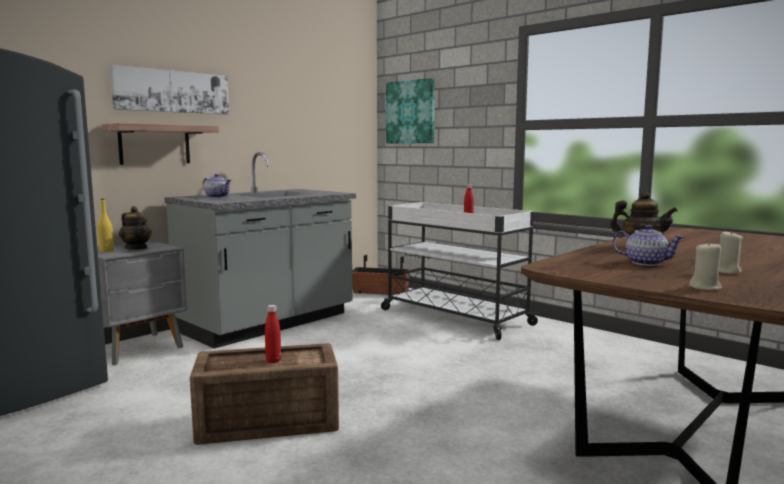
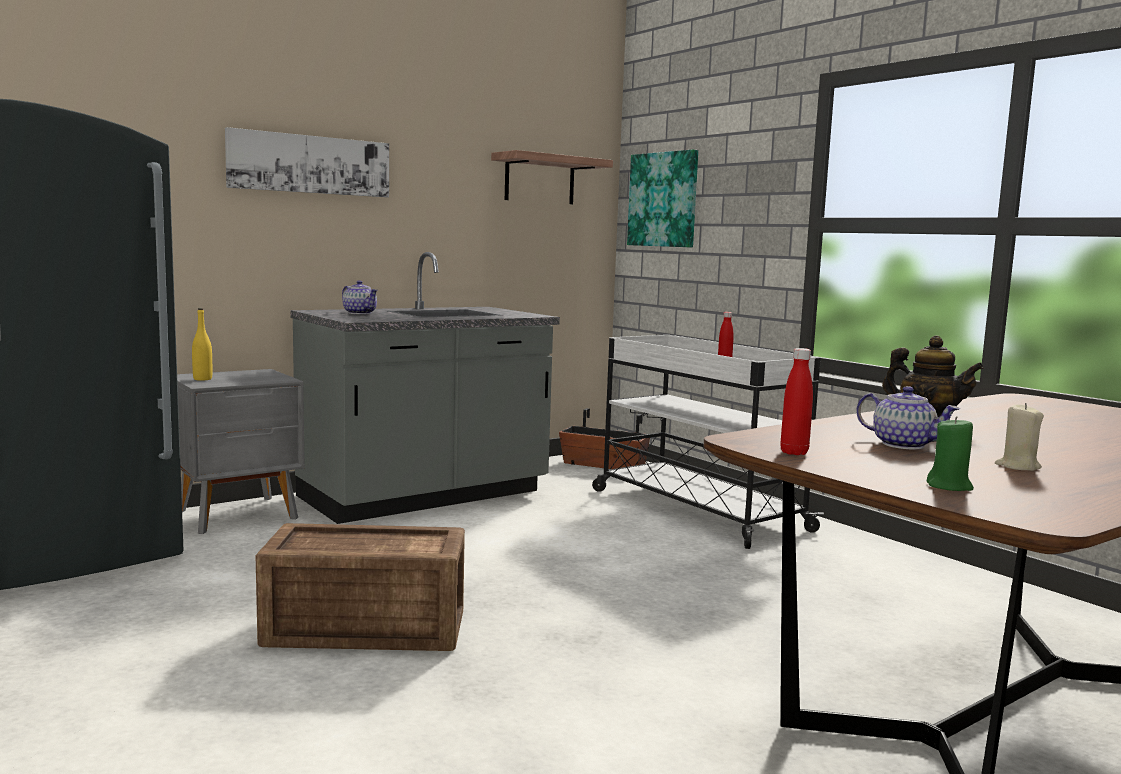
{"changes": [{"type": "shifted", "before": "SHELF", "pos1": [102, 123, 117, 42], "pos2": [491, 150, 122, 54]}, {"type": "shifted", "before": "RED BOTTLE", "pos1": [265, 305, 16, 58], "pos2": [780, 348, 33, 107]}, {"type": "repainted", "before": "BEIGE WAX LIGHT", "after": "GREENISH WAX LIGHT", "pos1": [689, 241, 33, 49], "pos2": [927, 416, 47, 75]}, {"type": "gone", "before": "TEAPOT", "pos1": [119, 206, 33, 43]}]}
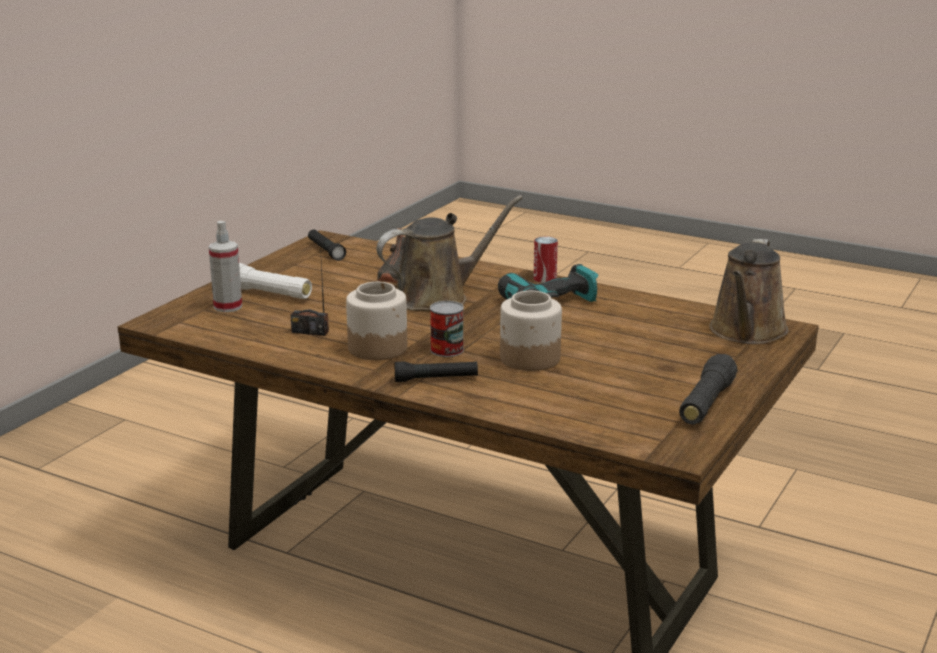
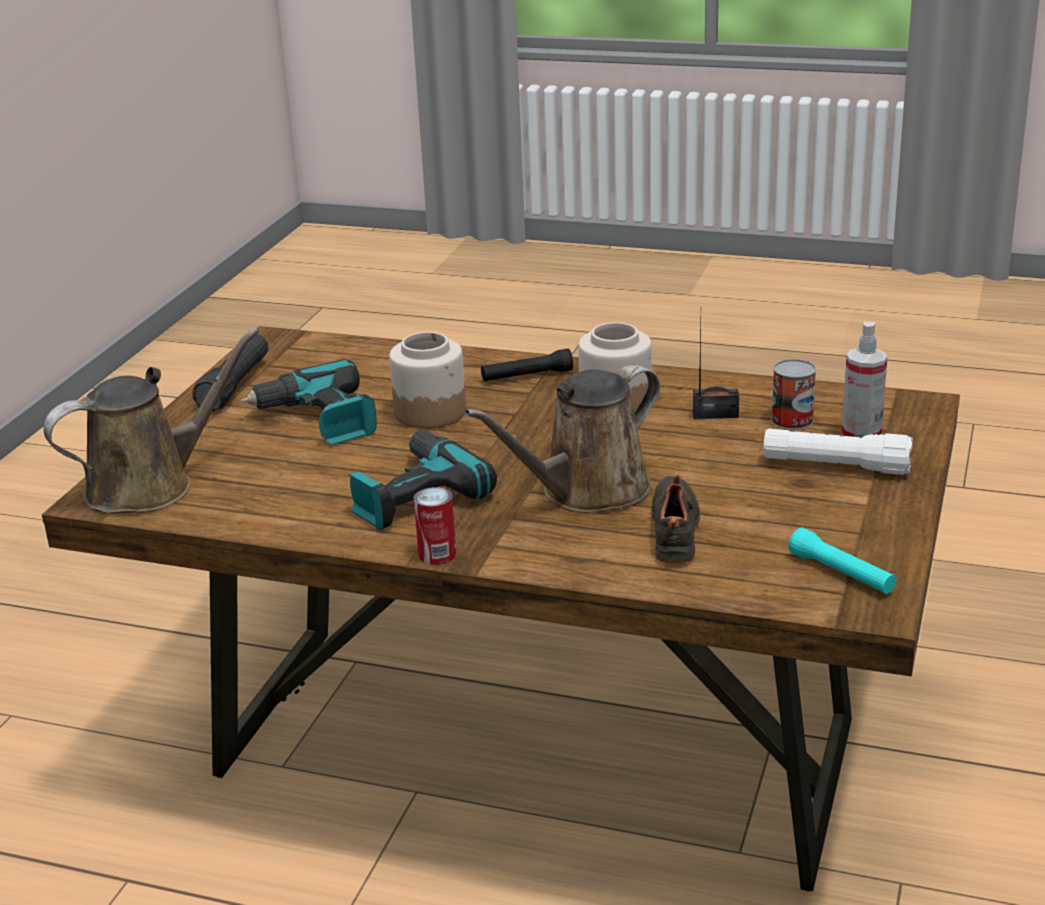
{"changes": [{"type": "rotated", "before": "BROWNISH WATERING CAN", "pos1": [709, 239, 80, 105], "pos2": [44, 328, 215, 186], "turn": 45}, {"type": "new", "after": "ELECTRIC DRILL", "pos2": [241, 359, 136, 86]}, {"type": "shifted", "before": "SEALED CAN", "pos1": [430, 301, 34, 56], "pos2": [771, 359, 45, 71]}, {"type": "repainted", "before": "BLACK FLASHLIGHT", "after": "TURQUOISE FLASHLIGHT", "pos1": [308, 229, 38, 32], "pos2": [789, 527, 107, 67]}]}
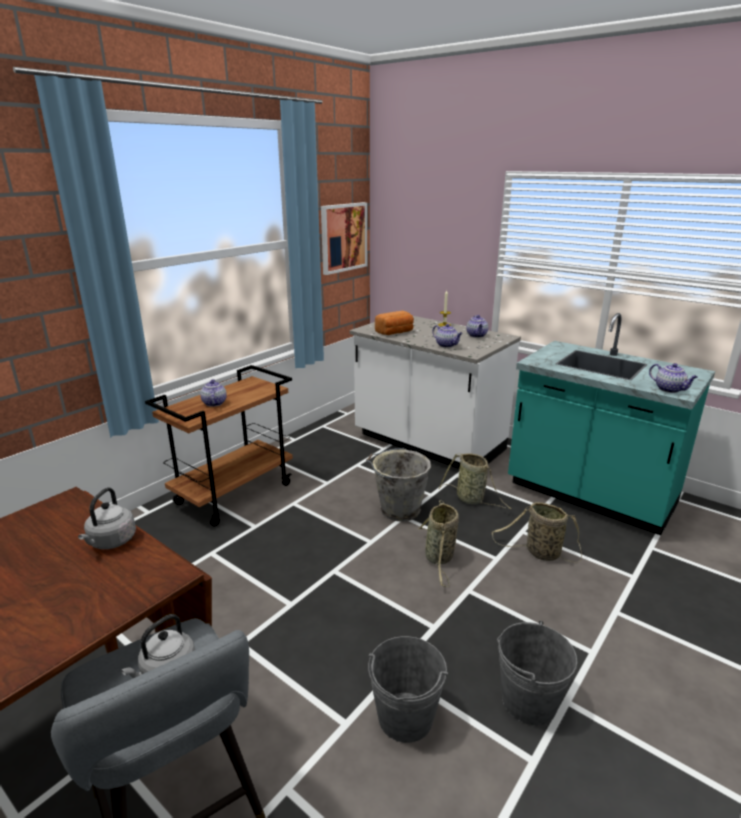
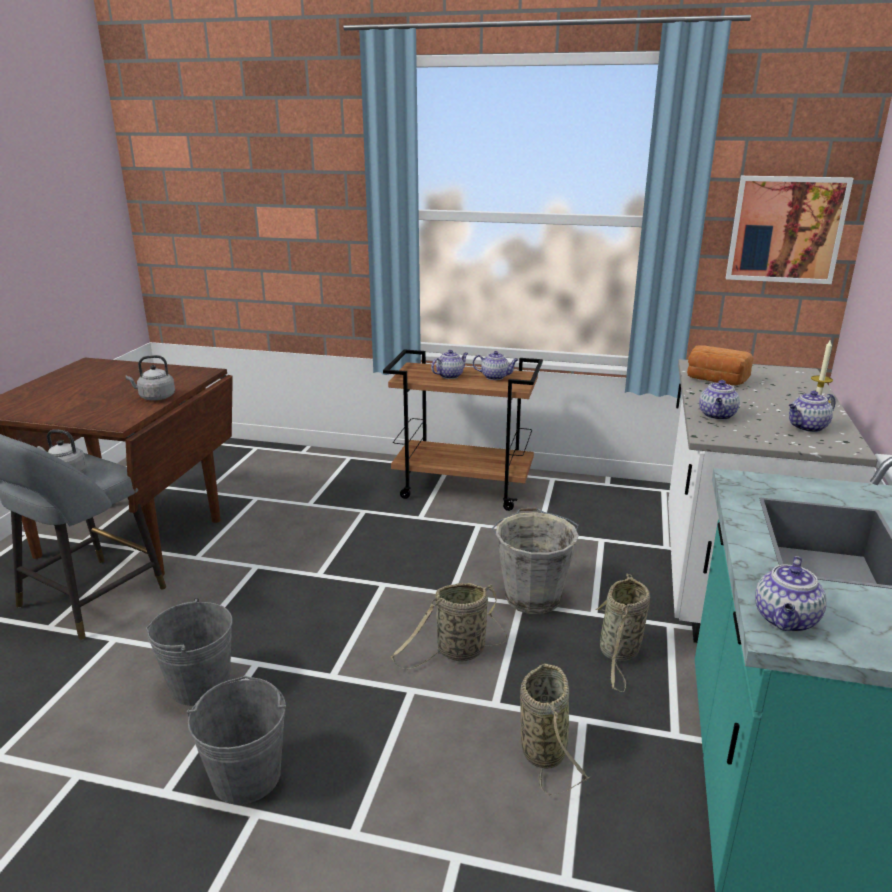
{"changes": [{"type": "new", "after": "TEAPOT", "pos2": [473, 351, 46, 29]}]}
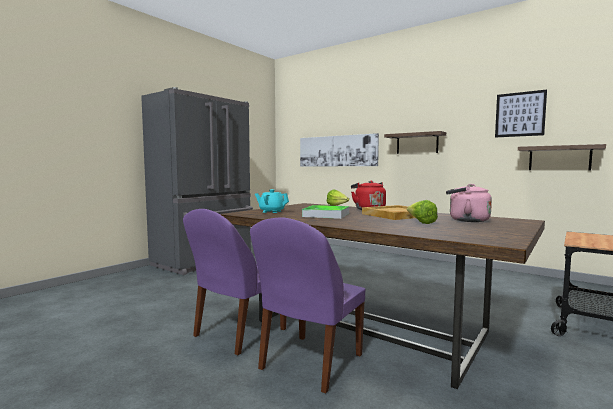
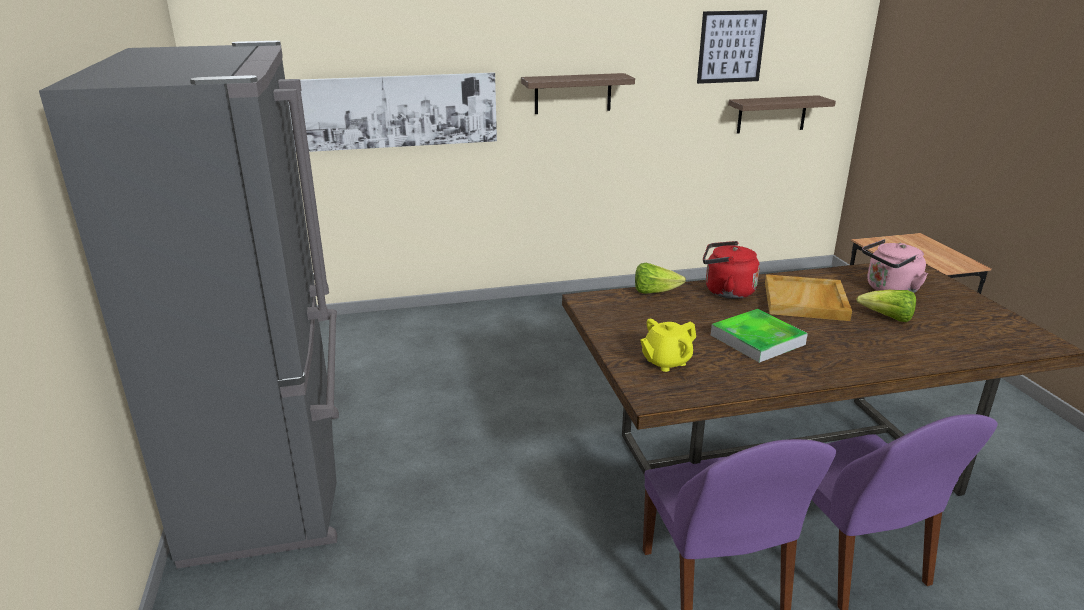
{"changes": [{"type": "repainted", "before": "TURQUOISE TEAPOT", "after": "YELLOW TEAPOT", "pos1": [255, 189, 34, 24], "pos2": [640, 319, 56, 53]}]}
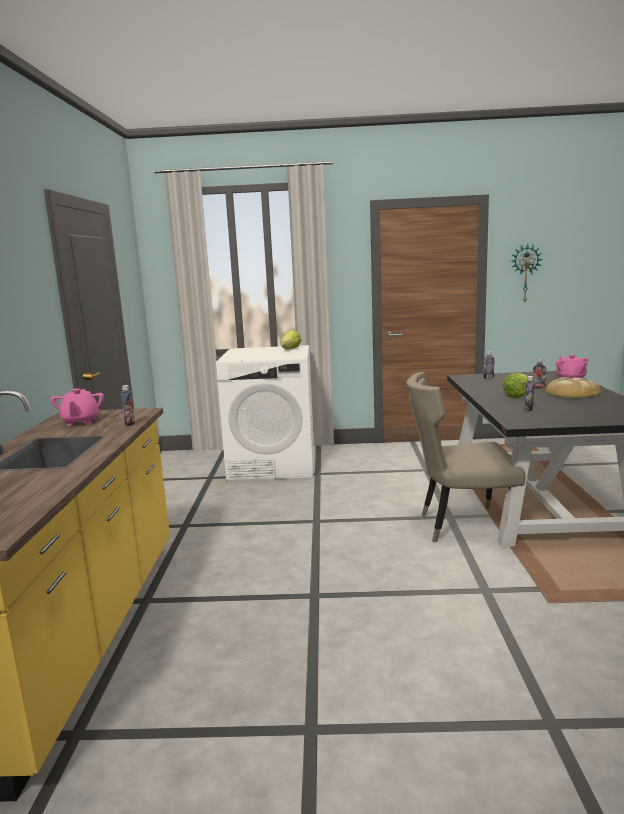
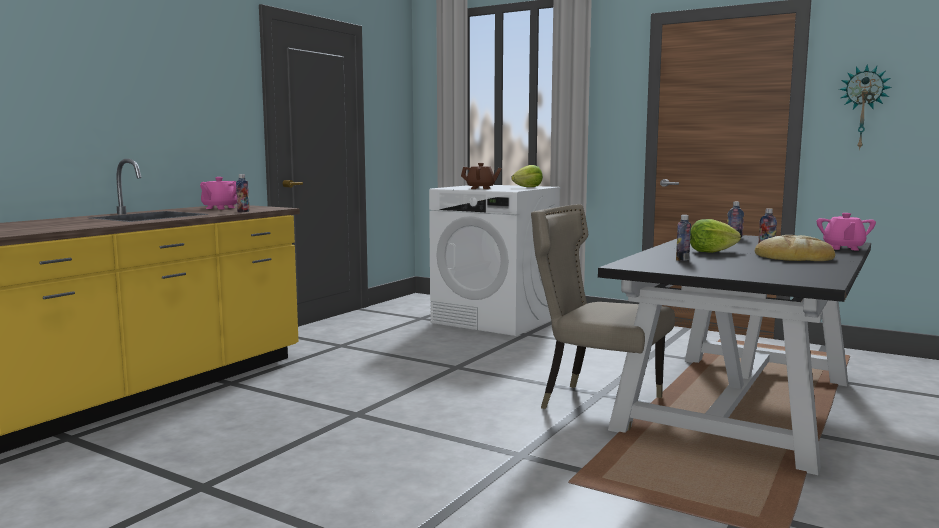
{"changes": [{"type": "new", "after": "BROWNISH TEAPOT", "pos2": [461, 163, 41, 26]}]}
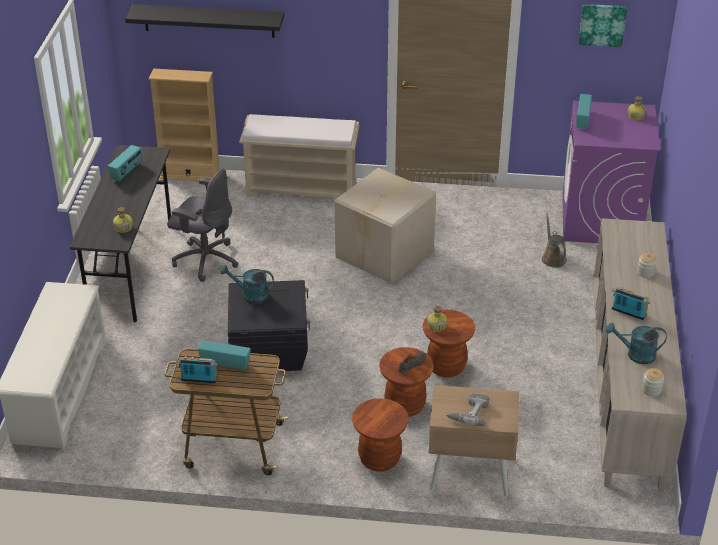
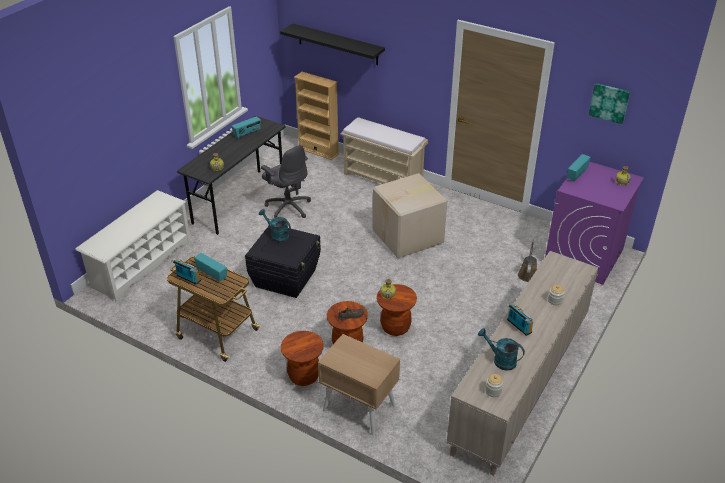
{"changes": [{"type": "gone", "before": "ELECTRIC DRILL", "pos1": [447, 393, 42, 33]}]}
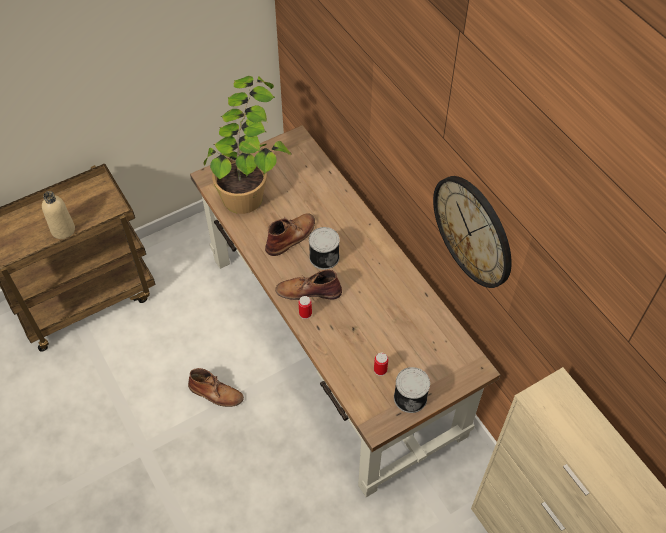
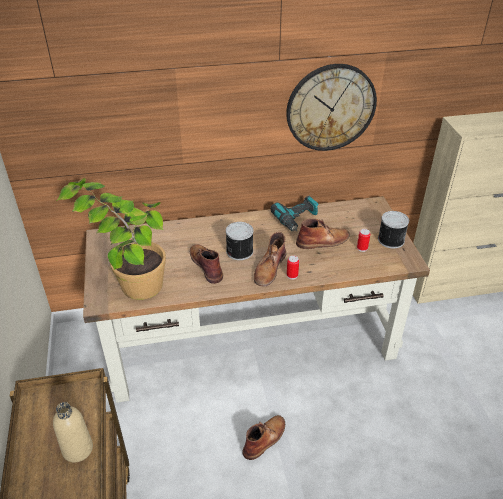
{"changes": [{"type": "new", "after": "ELECTRIC DRILL", "pos2": [271, 196, 47, 35]}, {"type": "new", "after": "BROWNISH BOOT", "pos2": [296, 219, 54, 30]}]}
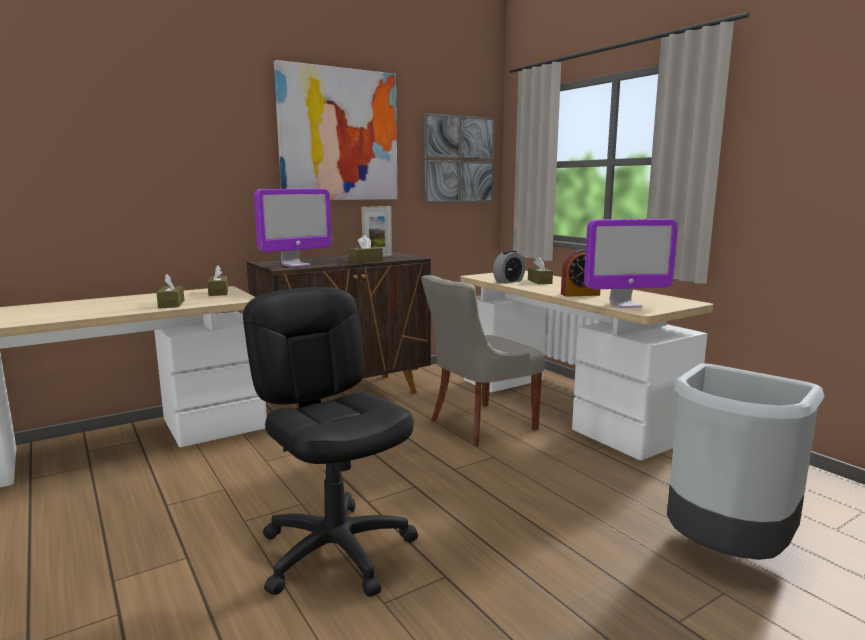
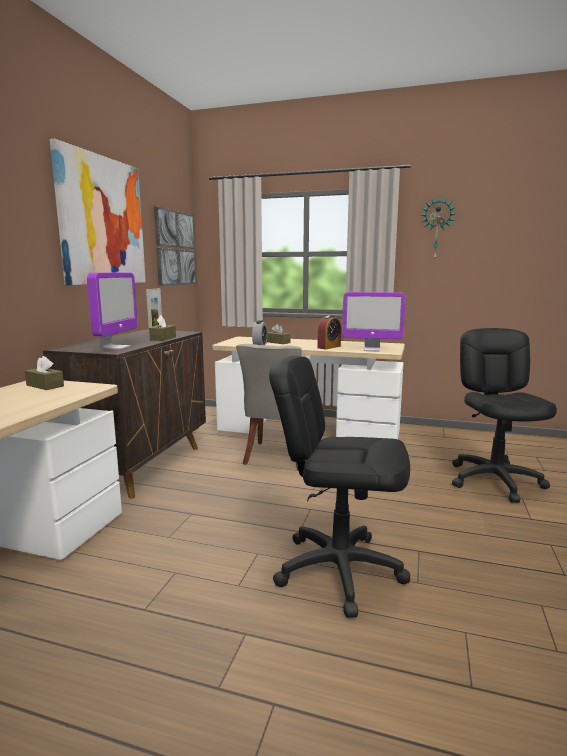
{"changes": [{"type": "rotated", "before": "MONITOR", "pos1": [584, 219, 94, 89], "pos2": [342, 292, 64, 60], "turn": 60}, {"type": "new", "after": "WALL CLOCK", "pos2": [421, 196, 34, 63]}, {"type": "swapped", "before": "GRAY RUBBISH BIN", "after": "BLACK COMPUTER CHAIR", "pos1": [667, 363, 157, 197], "pos2": [452, 328, 105, 175]}, {"type": "gone", "before": "BROWNISH BOX OF TISSUES", "pos1": [156, 274, 28, 34]}]}
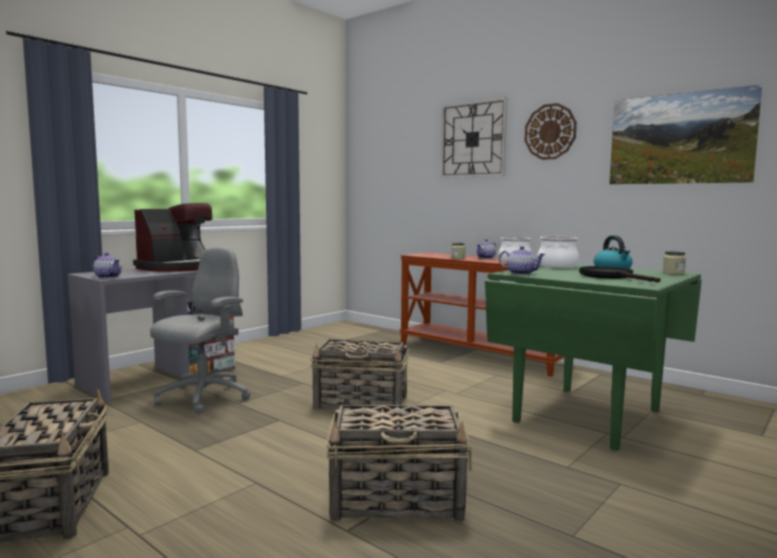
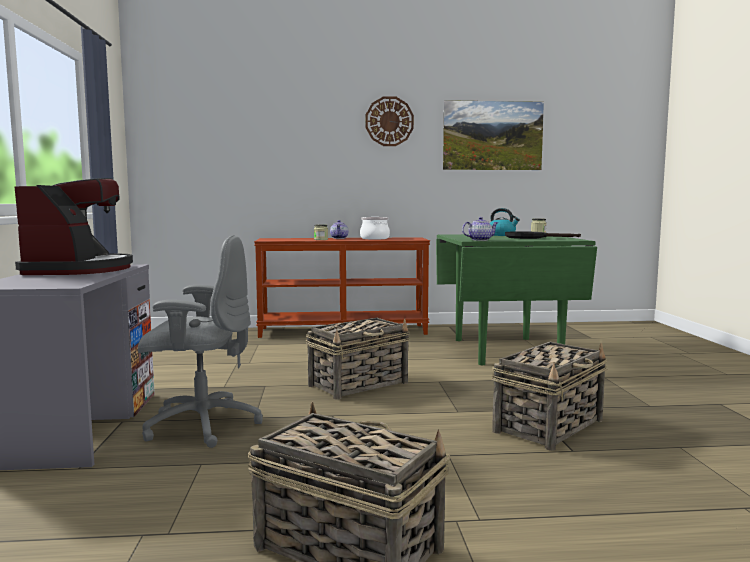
{"changes": [{"type": "rotated", "before": "GRAY COMPUTER CHAIR", "pos1": [150, 247, 100, 167], "pos2": [138, 235, 125, 213], "turn": 105}, {"type": "gone", "before": "TEAPOT", "pos1": [93, 252, 29, 26]}, {"type": "gone", "before": "WALL CLOCK", "pos1": [440, 97, 67, 81]}, {"type": "gone", "before": "COOKING POT", "pos1": [537, 236, 42, 32]}]}
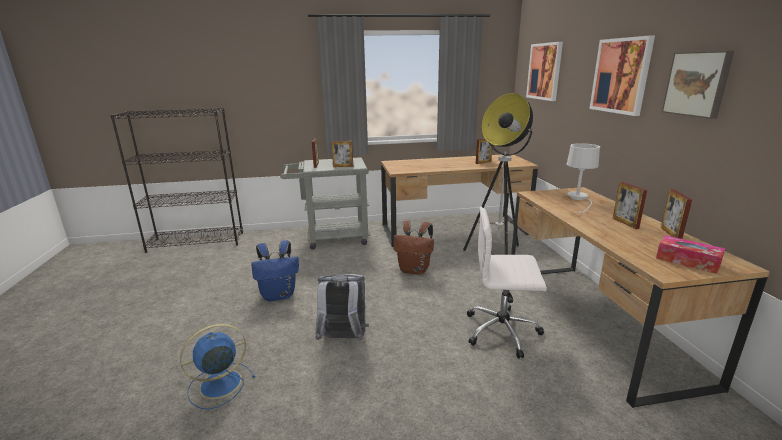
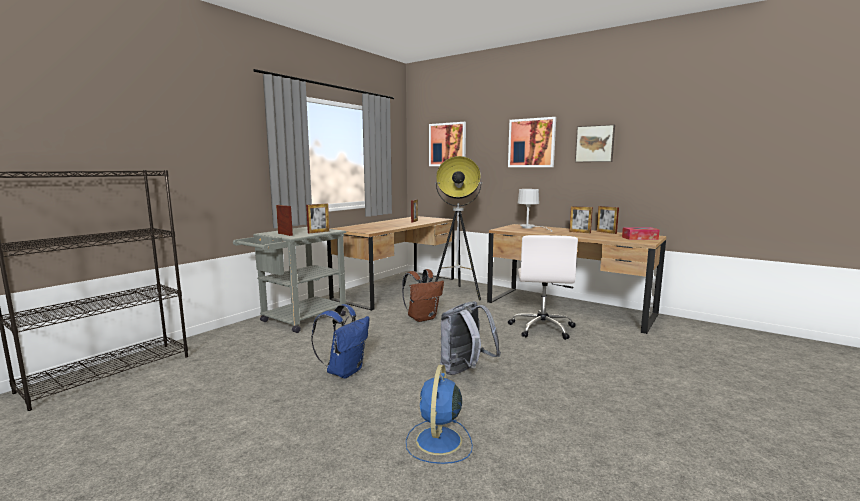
{"changes": [{"type": "rotated", "before": "WHITE-COLOURED COMPUTER CHAIR", "pos1": [467, 206, 80, 153], "pos2": [508, 235, 70, 105], "turn": -45}]}
